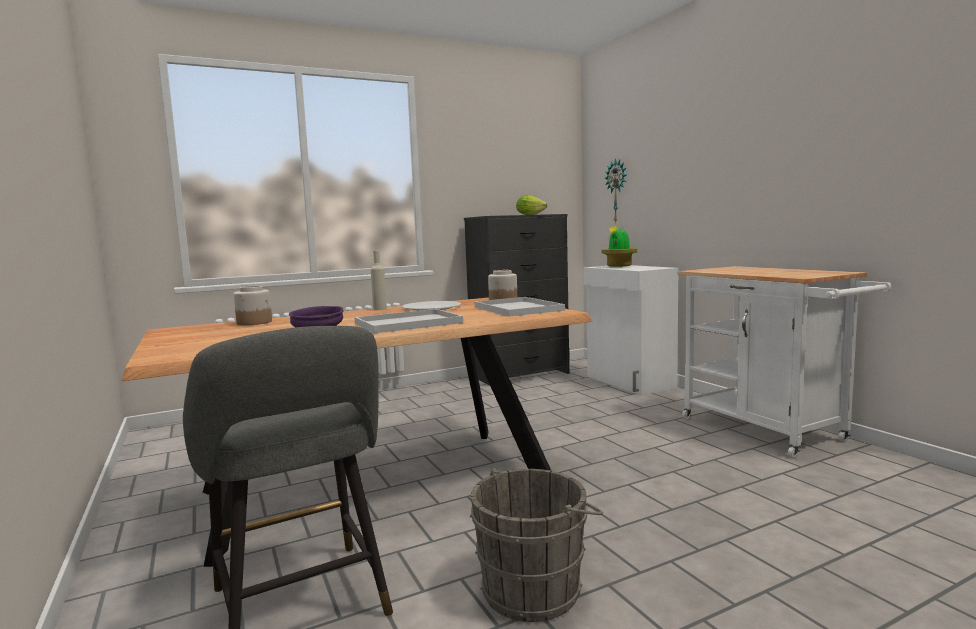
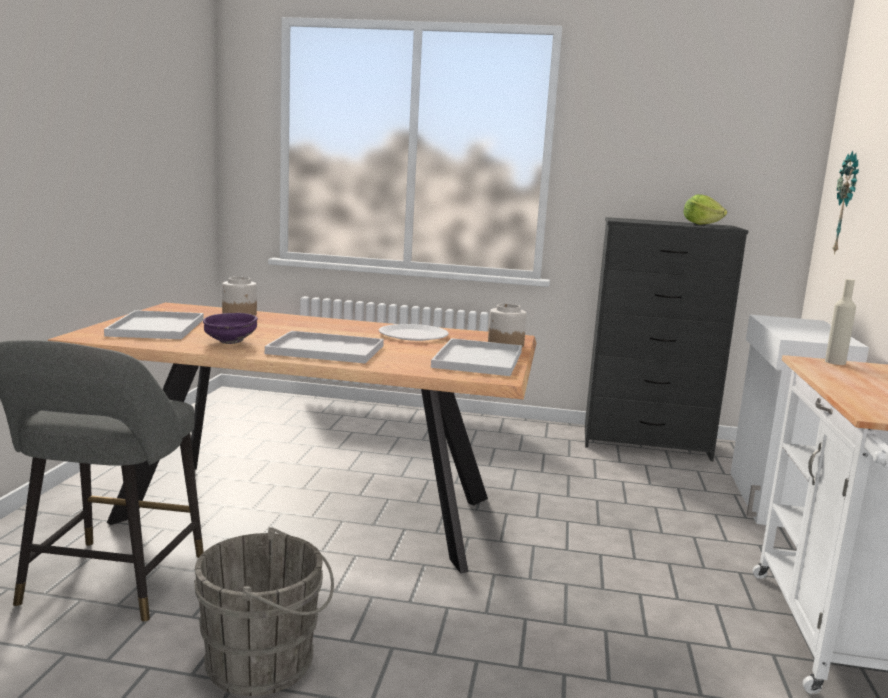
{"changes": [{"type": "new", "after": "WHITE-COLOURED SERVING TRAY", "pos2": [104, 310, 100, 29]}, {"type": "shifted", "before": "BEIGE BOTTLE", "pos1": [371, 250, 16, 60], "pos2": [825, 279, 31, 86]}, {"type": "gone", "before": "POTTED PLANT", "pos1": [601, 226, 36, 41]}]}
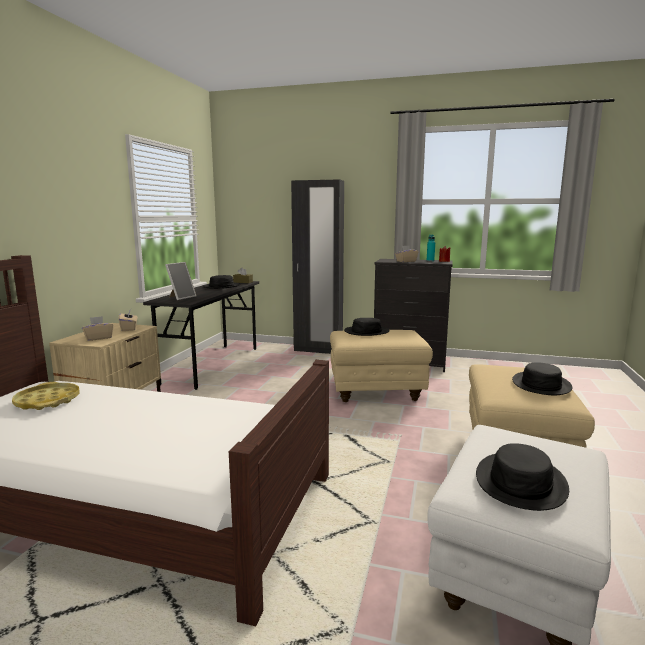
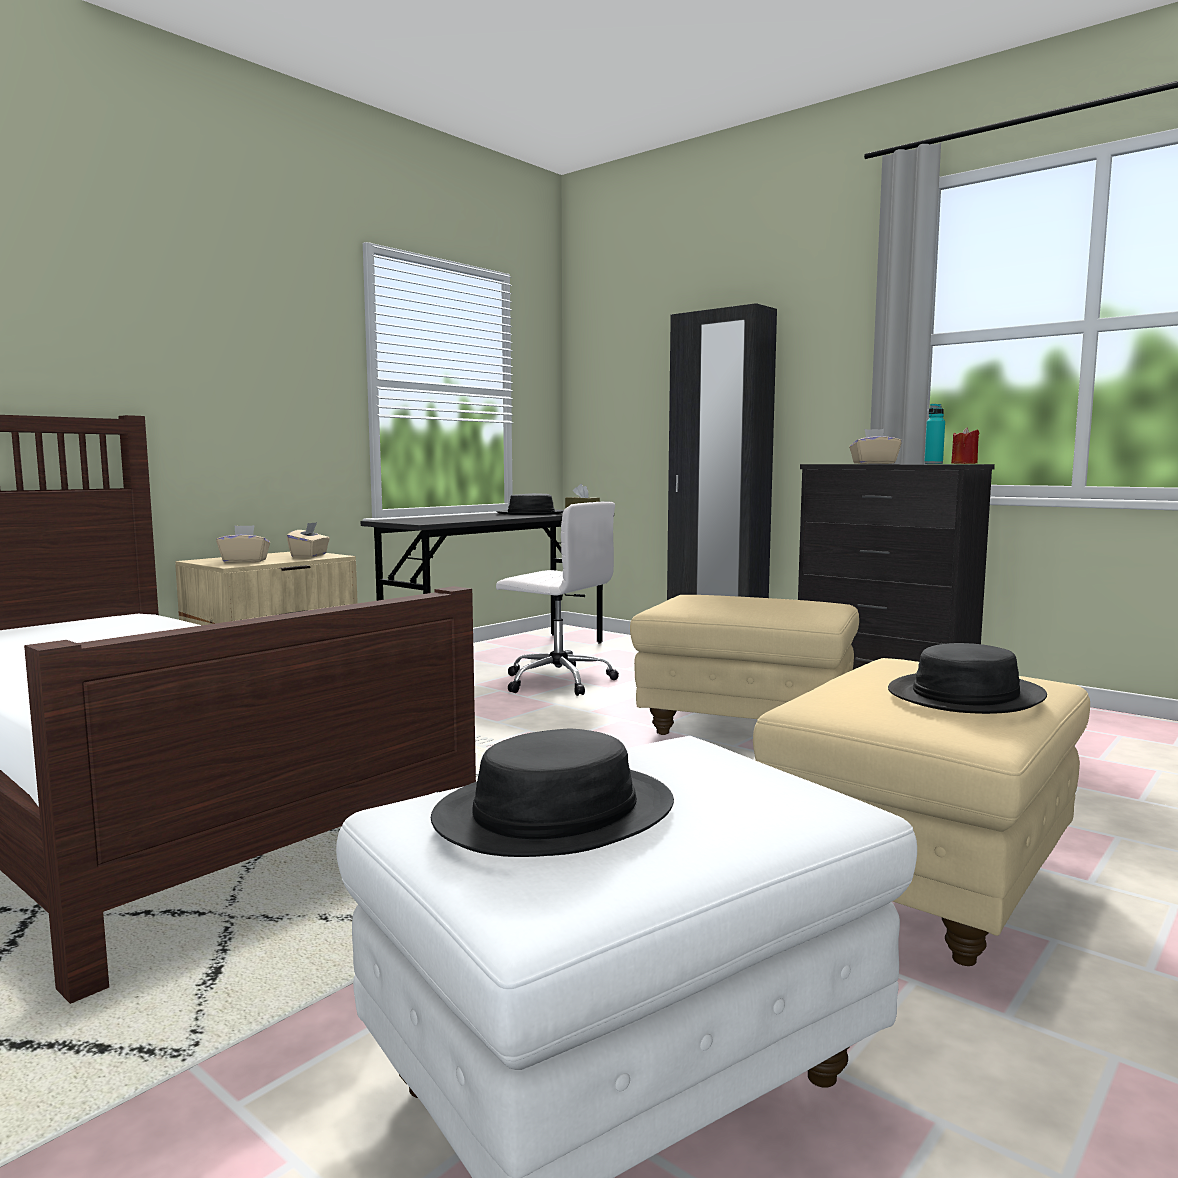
{"changes": [{"type": "new", "after": "WHITE-COLOURED COMPUTER CHAIR", "pos2": [496, 501, 123, 195]}, {"type": "gone", "before": "YELLOW SERVING TRAY", "pos1": [12, 382, 67, 28]}, {"type": "gone", "before": "STANDING FRAME", "pos1": [165, 262, 32, 38]}, {"type": "gone", "before": "BLACK HAT", "pos1": [344, 318, 46, 18]}]}
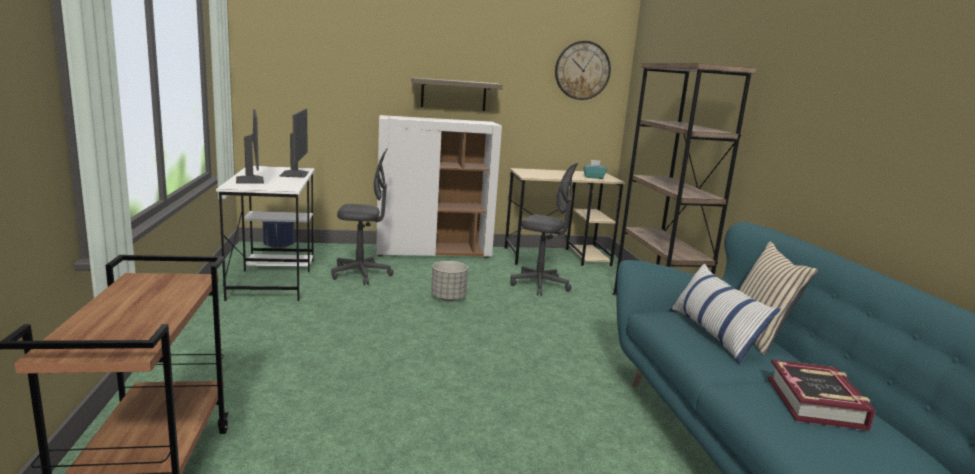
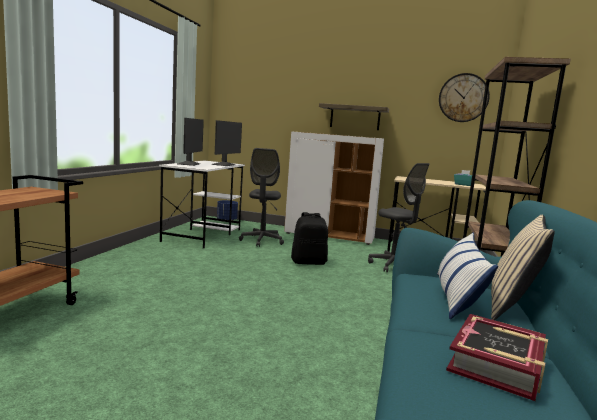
{"changes": [{"type": "rotated", "before": "GRAY COMPUTER CHAIR", "pos1": [331, 148, 63, 137], "pos2": [239, 148, 45, 99], "turn": 75}, {"type": "swapped", "before": "GRAY FLOWER POT", "after": "BLACK KNAPSACK", "pos1": [431, 261, 37, 40], "pos2": [291, 212, 37, 53]}]}
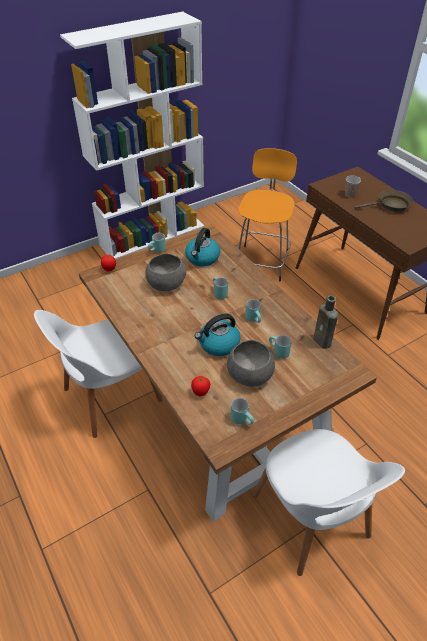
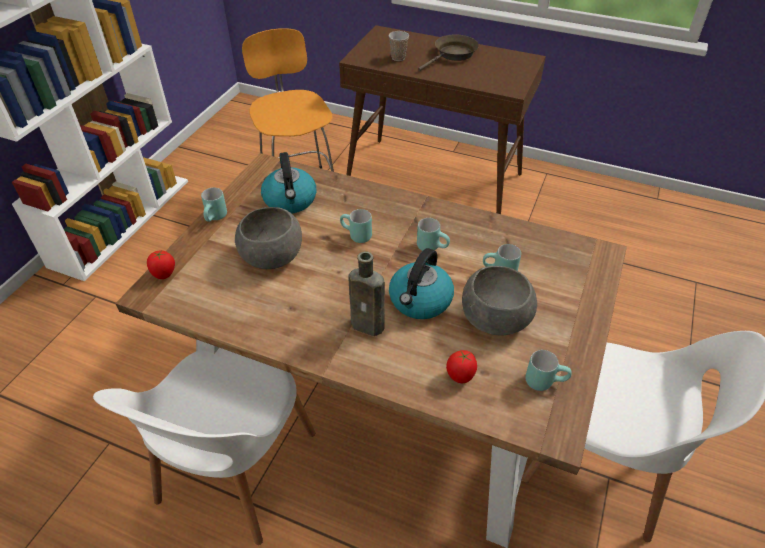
{"changes": [{"type": "shifted", "before": "BROWNISH BOTTLE", "pos1": [313, 295, 25, 54], "pos2": [348, 251, 37, 85]}]}
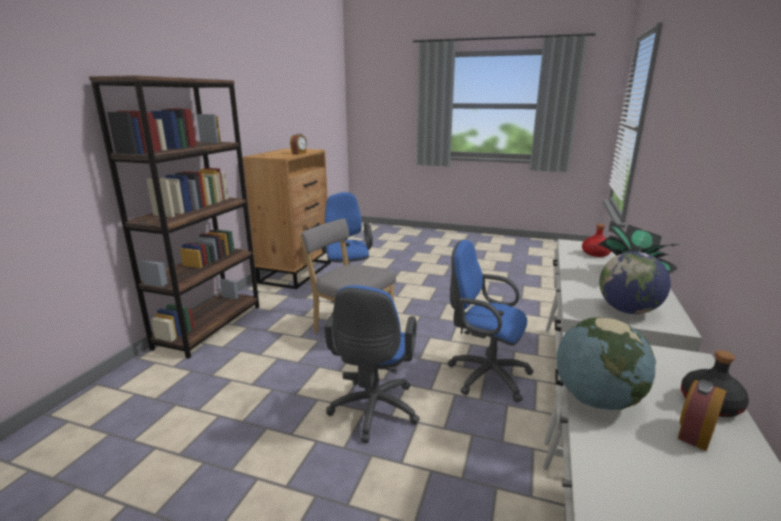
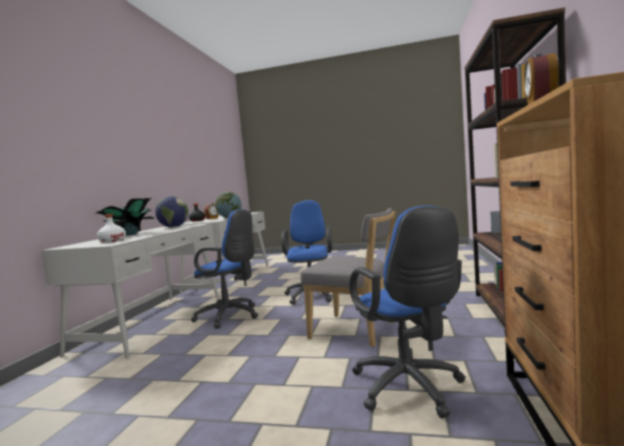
{"changes": [{"type": "repainted", "before": "RED BOTTLE", "after": "WHITE-COLOURED BOTTLE", "pos1": [582, 224, 29, 33], "pos2": [97, 214, 29, 29]}]}
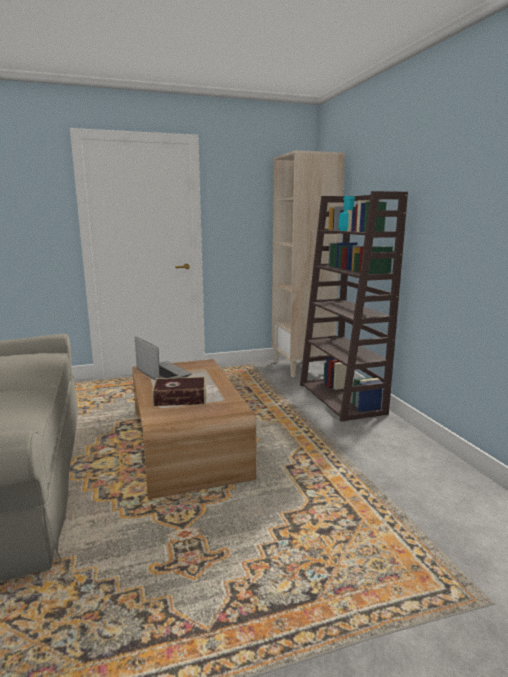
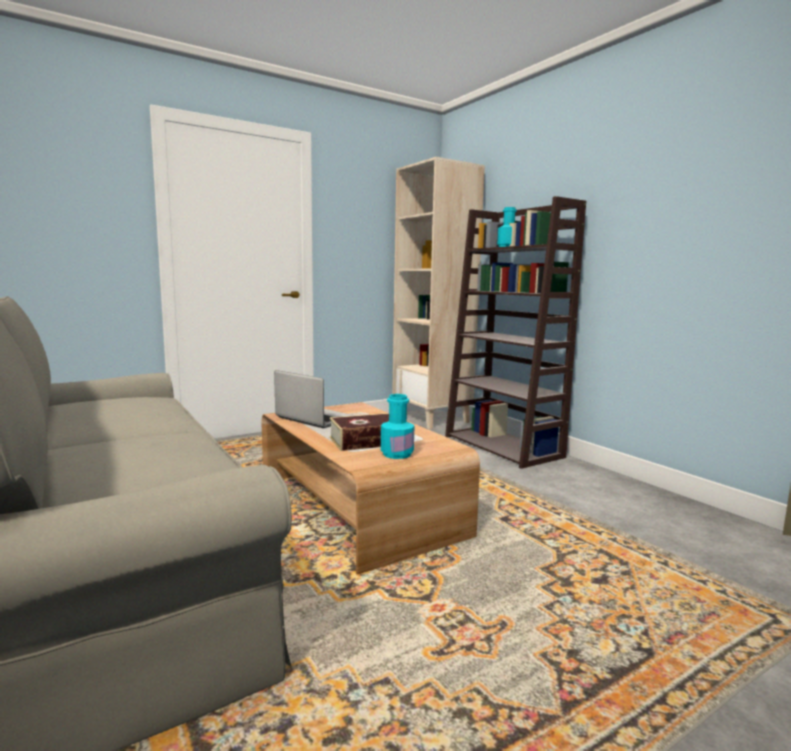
{"changes": [{"type": "new", "after": "TURQUOISE BOTTLE", "pos2": [381, 394, 33, 65]}]}
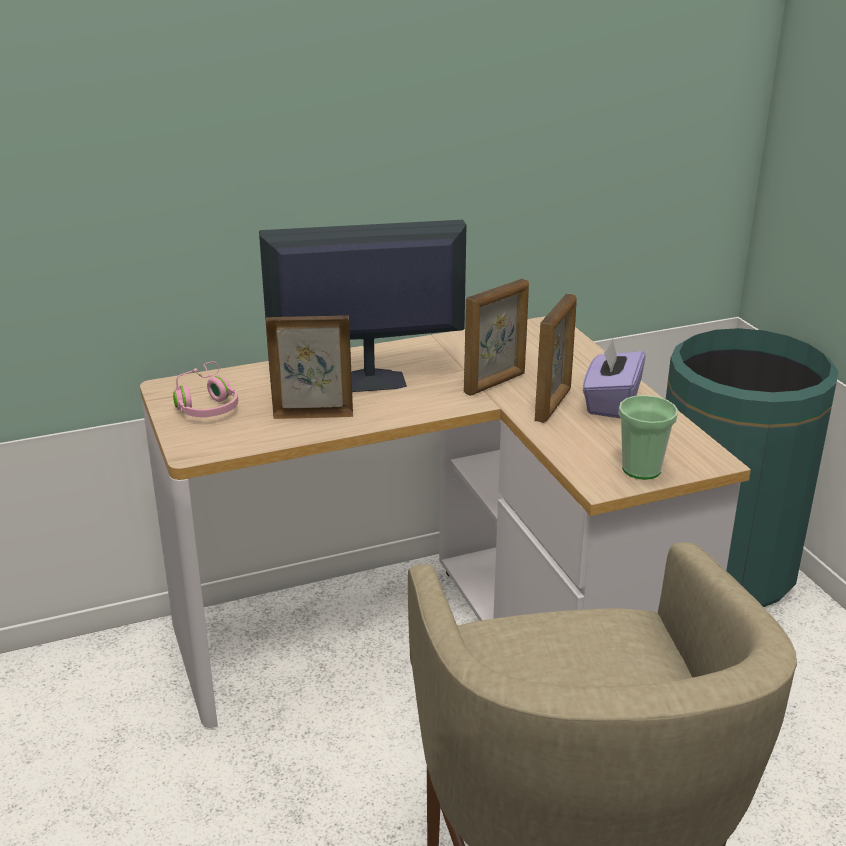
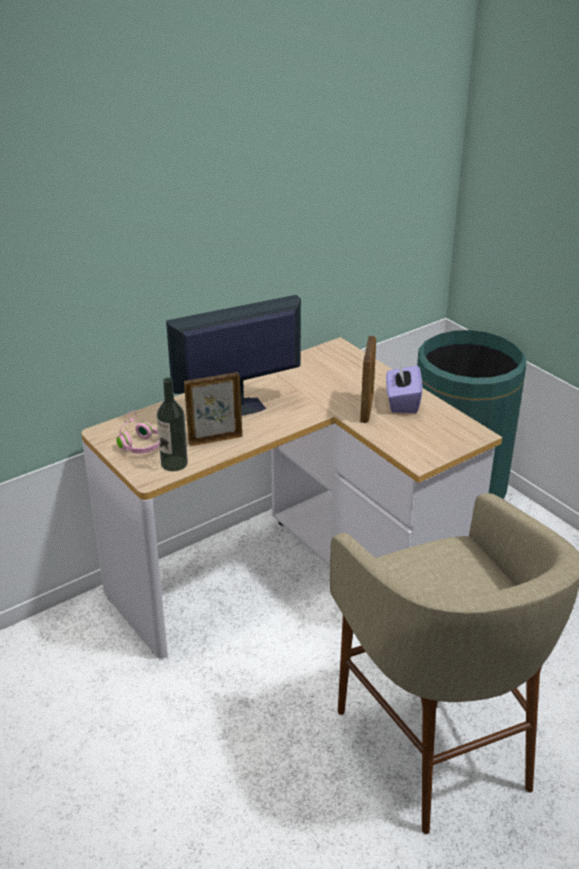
{"changes": [{"type": "new", "after": "BOTTLE", "pos2": [157, 378, 31, 93]}, {"type": "gone", "before": "STANDING FRAME", "pos1": [464, 279, 65, 117]}, {"type": "gone", "before": "SMALL CUP", "pos1": [619, 395, 59, 85]}]}
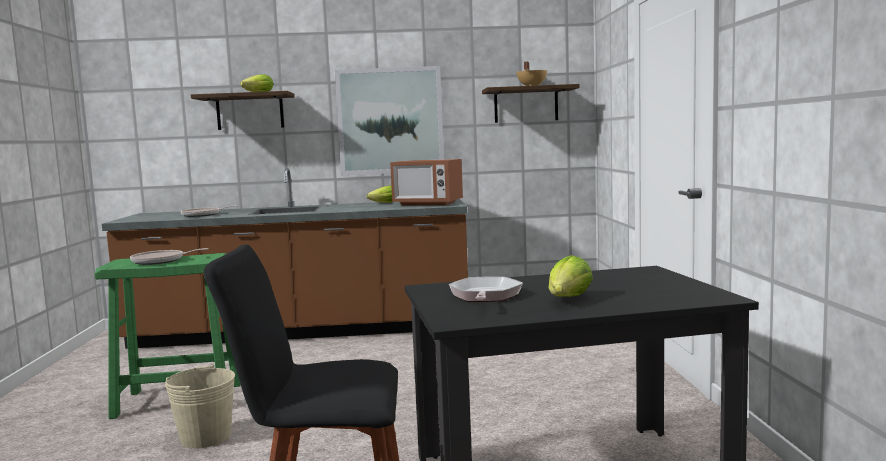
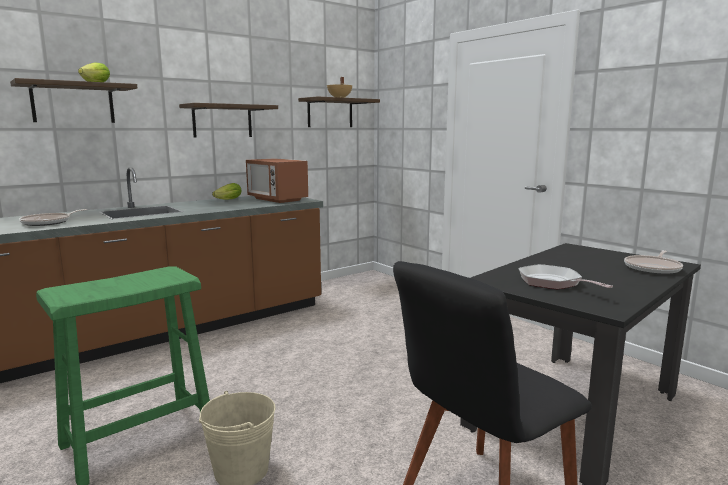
{"changes": [{"type": "swapped", "before": "WALL ART", "after": "SHELF", "pos1": [335, 66, 109, 109], "pos2": [179, 103, 99, 35]}, {"type": "rotated", "before": "MICROWAVE", "pos1": [390, 159, 73, 47], "pos2": [246, 158, 62, 45], "turn": 60}, {"type": "shifted", "before": "SKILLET", "pos1": [130, 248, 79, 17], "pos2": [624, 250, 59, 24]}, {"type": "gone", "before": "LETTUCE", "pos1": [549, 255, 44, 42]}]}
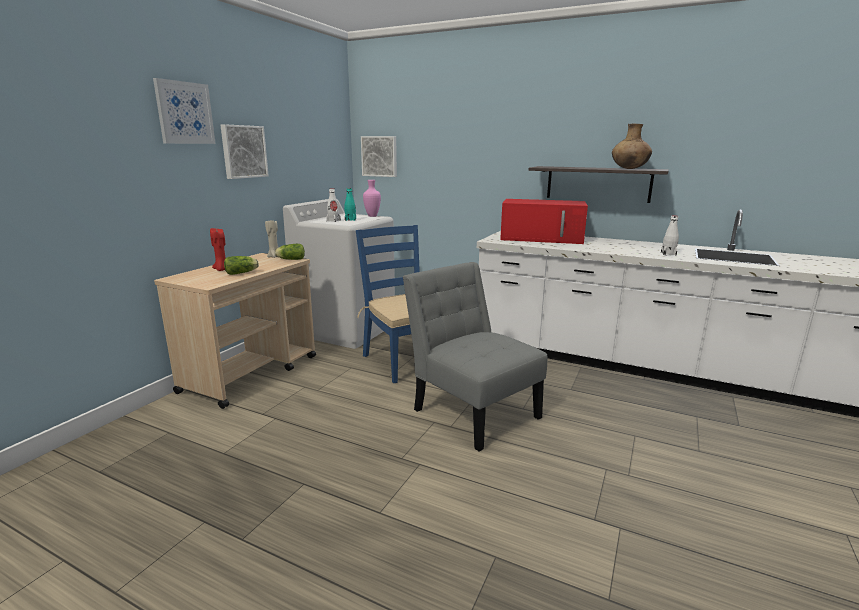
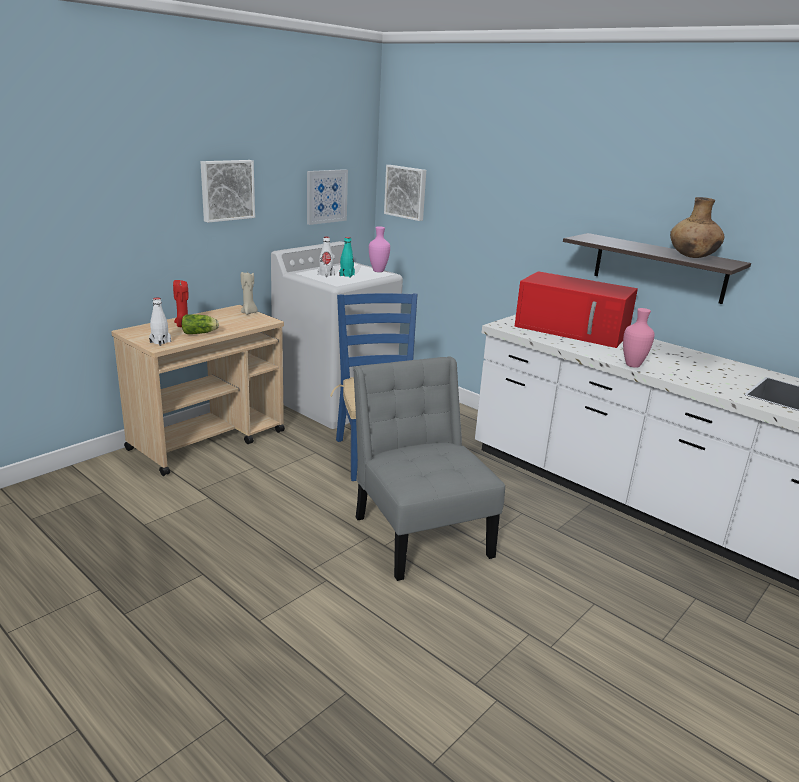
{"changes": [{"type": "shifted", "before": "WHITE-COLOURED BOTTLE", "pos1": [661, 215, 18, 40], "pos2": [149, 298, 22, 48]}, {"type": "shifted", "before": "WALL ART", "pos1": [153, 78, 62, 66], "pos2": [307, 169, 41, 56]}, {"type": "new", "after": "PINKISH FLOWER VASE", "pos2": [623, 308, 32, 60]}, {"type": "gone", "before": "LETTUCE", "pos1": [275, 244, 30, 16]}]}
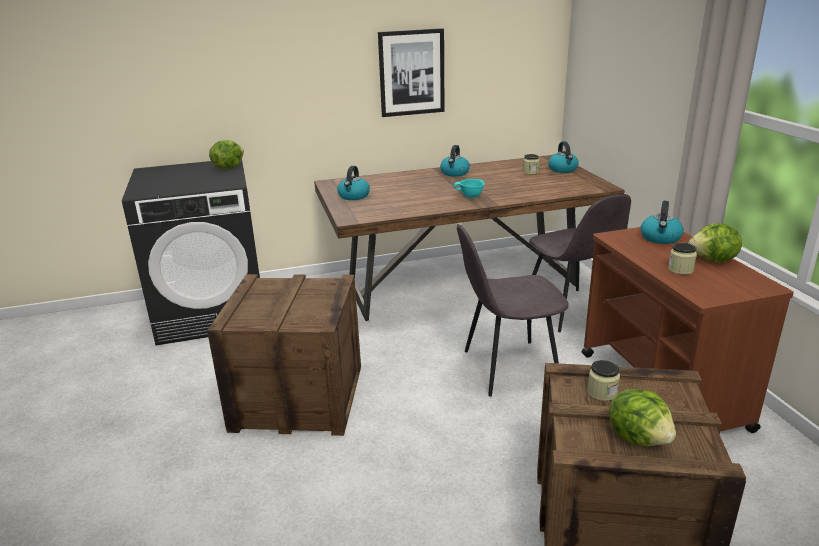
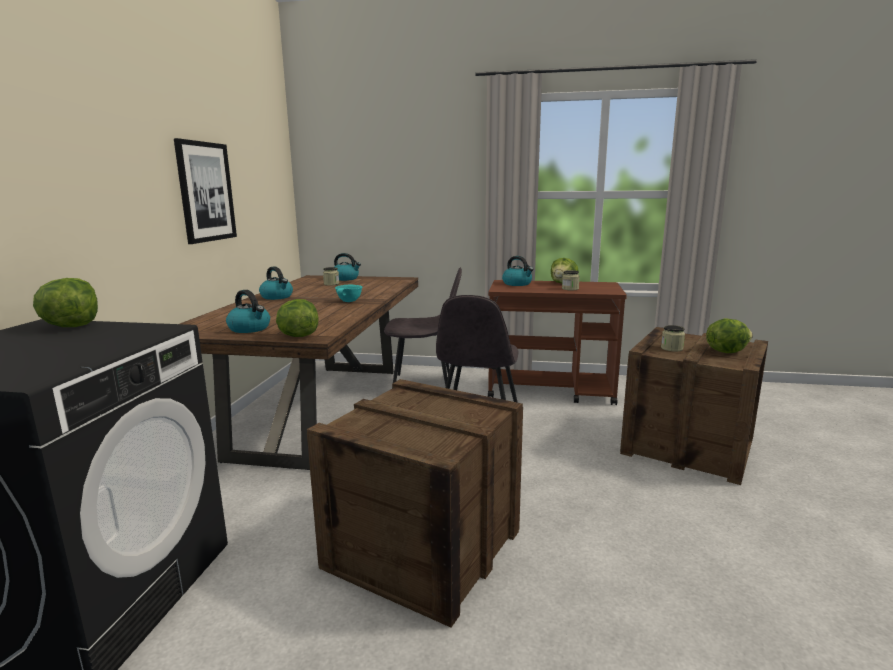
{"changes": [{"type": "new", "after": "LETTUCE", "pos2": [276, 299, 42, 38]}]}
